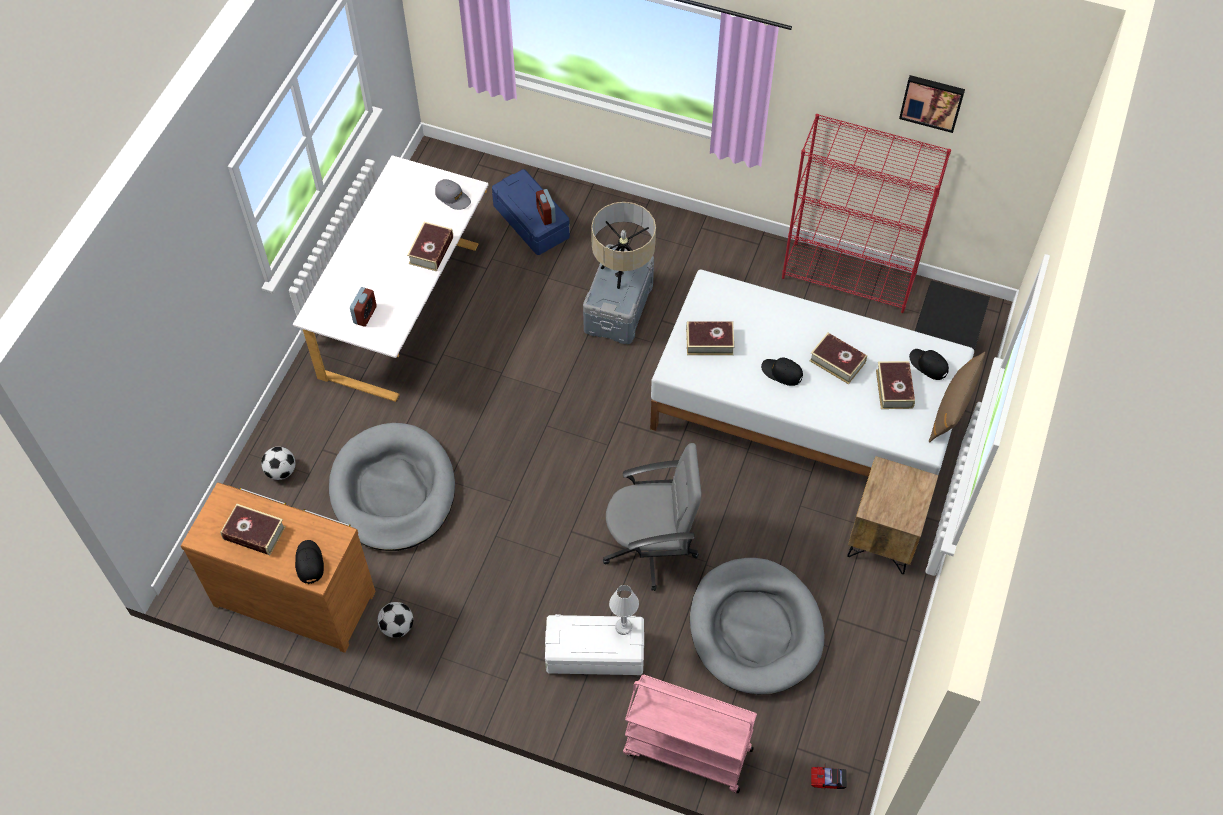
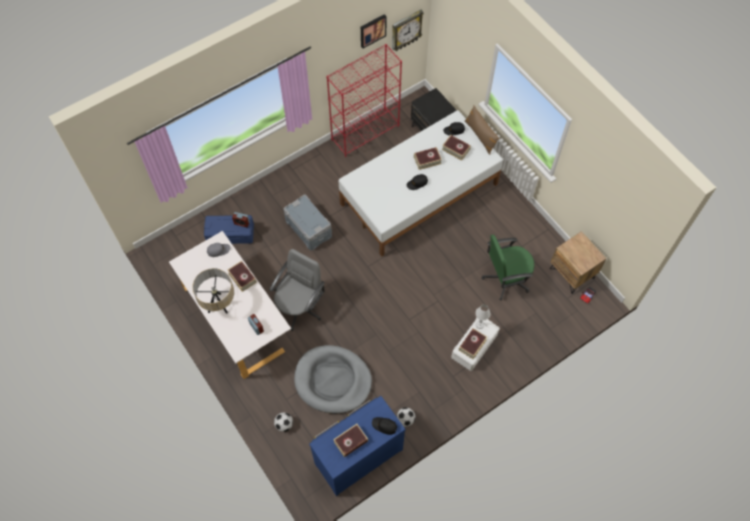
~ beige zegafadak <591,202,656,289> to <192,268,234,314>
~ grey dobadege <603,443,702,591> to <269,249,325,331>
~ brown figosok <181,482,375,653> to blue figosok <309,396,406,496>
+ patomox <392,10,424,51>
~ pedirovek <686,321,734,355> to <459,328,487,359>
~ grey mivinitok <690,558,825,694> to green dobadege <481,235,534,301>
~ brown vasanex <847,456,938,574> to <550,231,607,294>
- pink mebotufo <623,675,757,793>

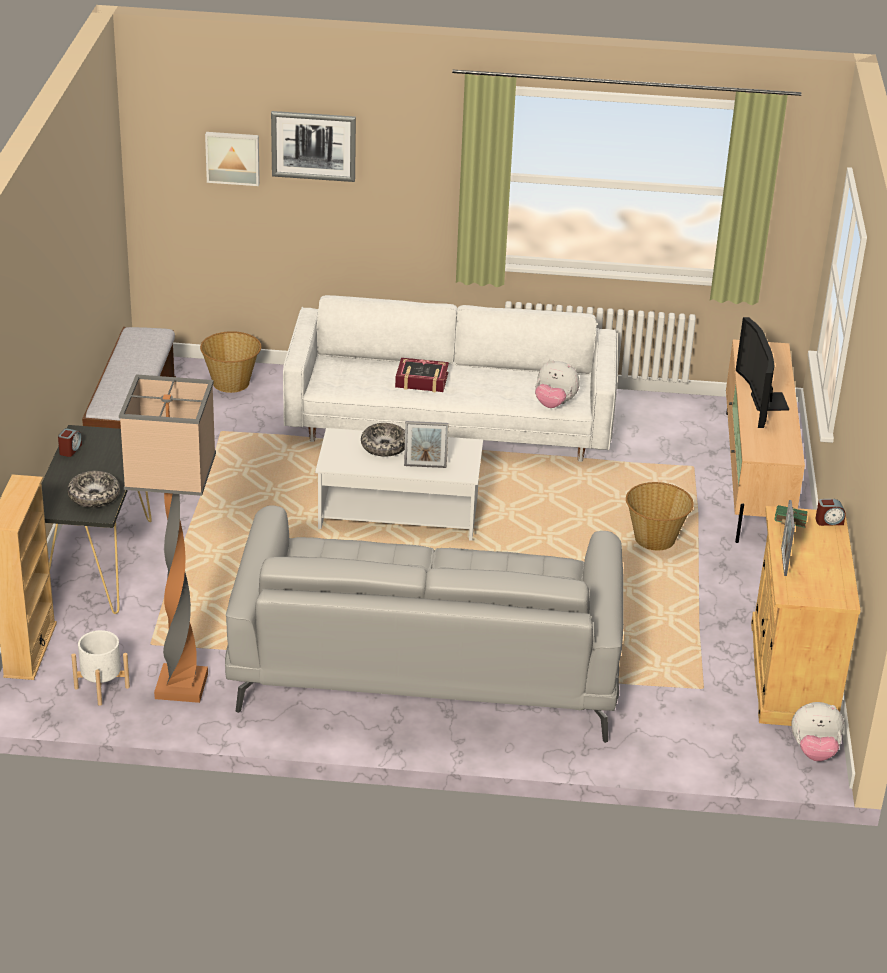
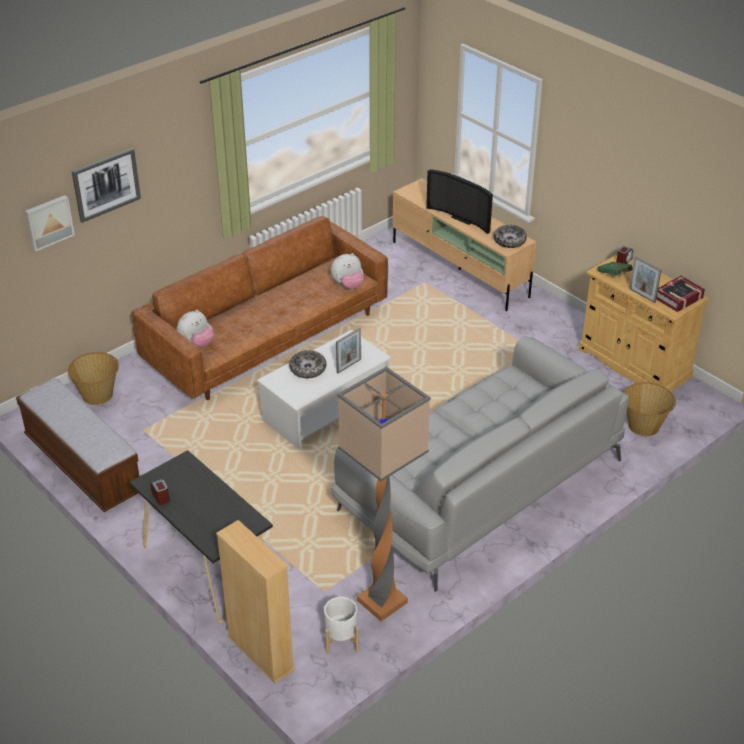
~ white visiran <283,295,617,462> to brown visiran <131,216,388,400>
~ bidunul <791,702,844,761> to <176,310,214,348>
~ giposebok <67,471,120,508> to <493,225,527,248>
~ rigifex <626,482,694,550> to <624,382,676,436>
~ pedirovek <395,358,449,392> to <656,276,705,312>

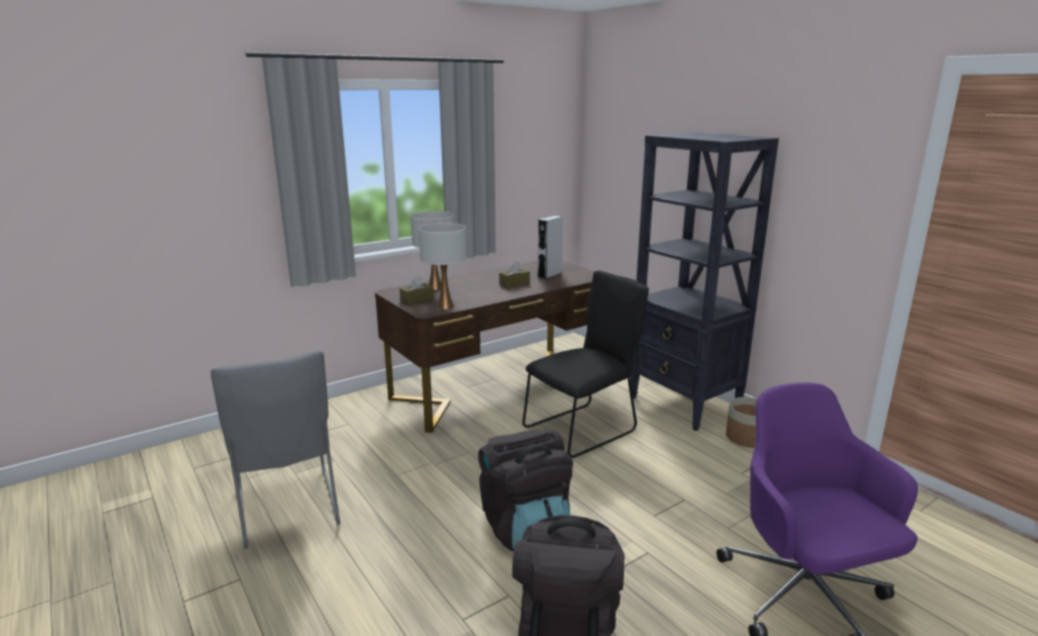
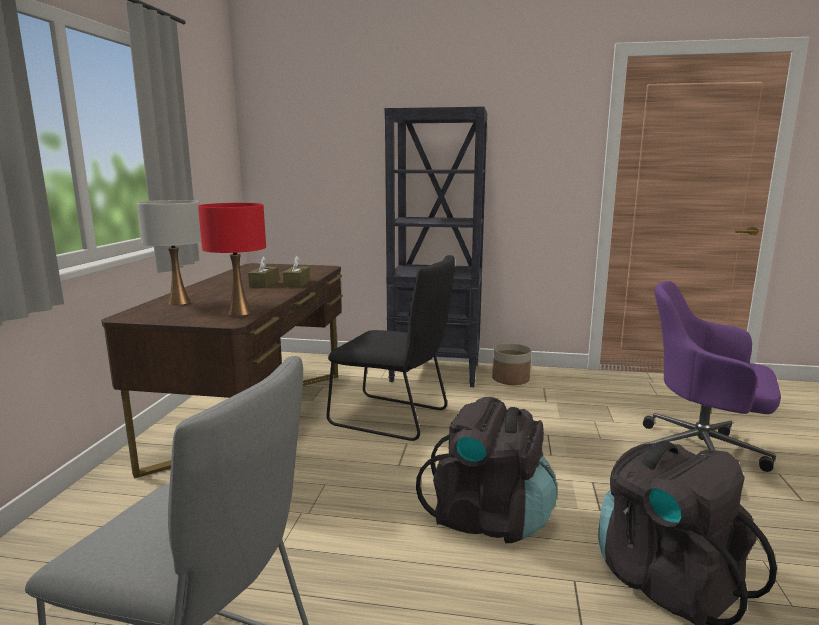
~ white zegafadak <419,223,467,309> to red zegafadak <198,203,266,316>
~ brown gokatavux <400,275,434,305> to <283,256,310,287>
~ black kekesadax <522,271,649,458> = <327,255,455,441> 105 degrees clockwise
- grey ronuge <538,216,563,279>

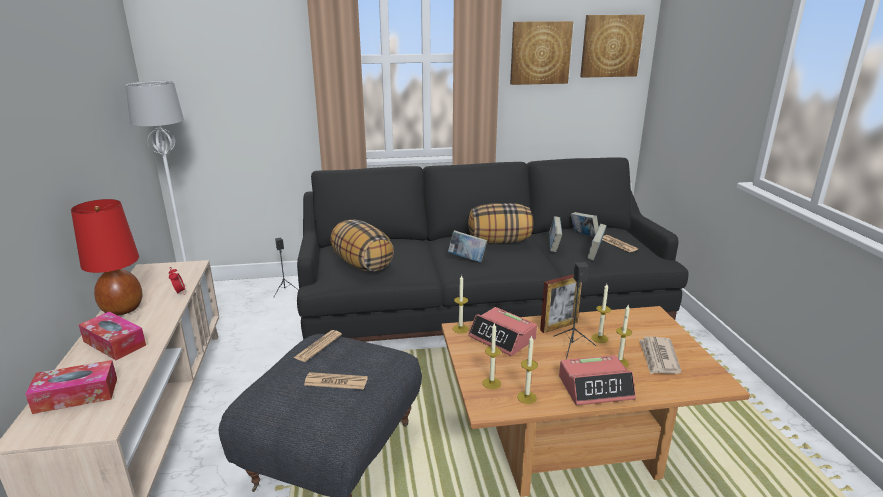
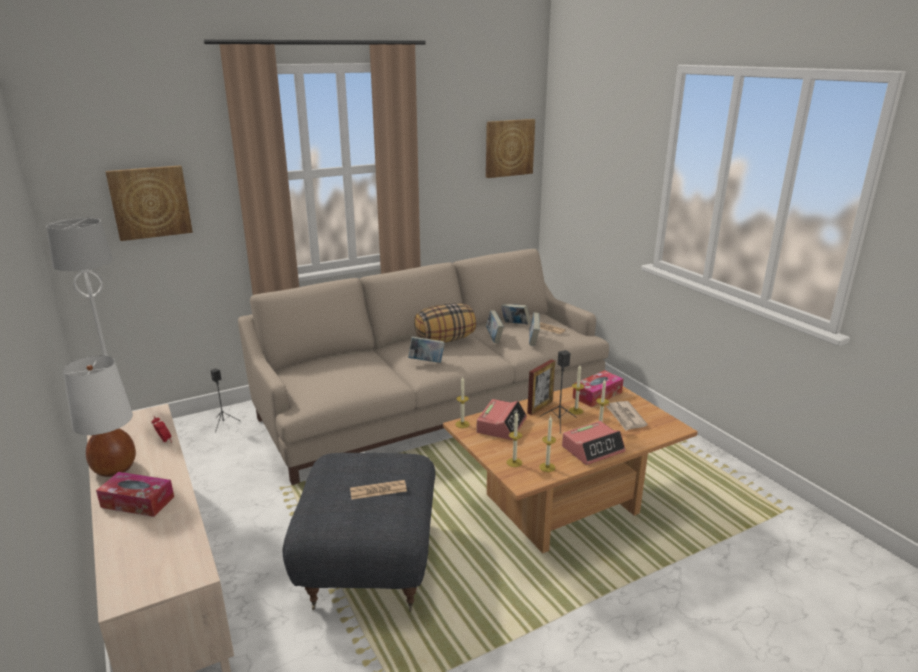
~ red zegafadak <71,199,142,315> to white zegafadak <63,355,136,477>
~ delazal <510,21,573,85> to <105,165,193,241>
~ black visiran <297,157,688,342> to beige visiran <238,249,609,485>
~ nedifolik <468,307,537,356> = <477,399,527,440> 90 degrees counterclockwise
~ gokatavux <25,360,117,414> to <573,370,623,407>
- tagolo <293,330,342,362>
- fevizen <330,220,394,271>

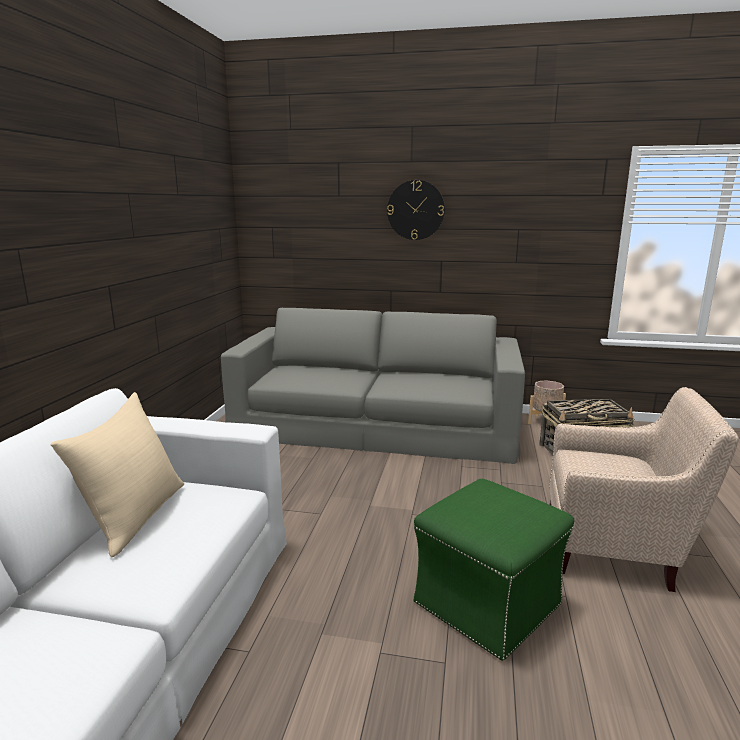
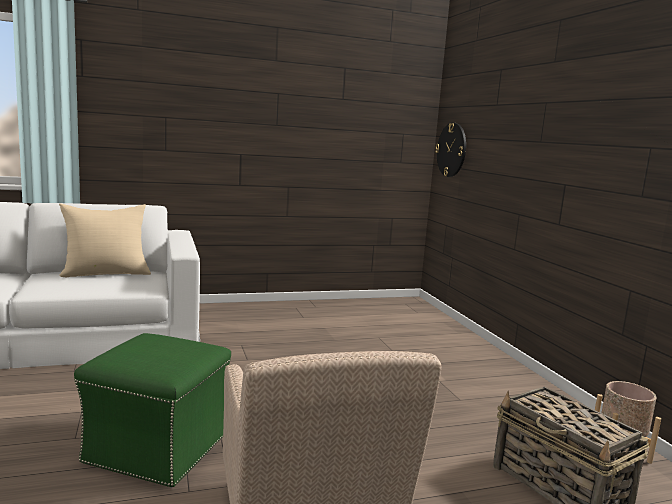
~ patomox <387,180,445,240> to <435,123,466,177>
- grey visiran <221,308,525,464>

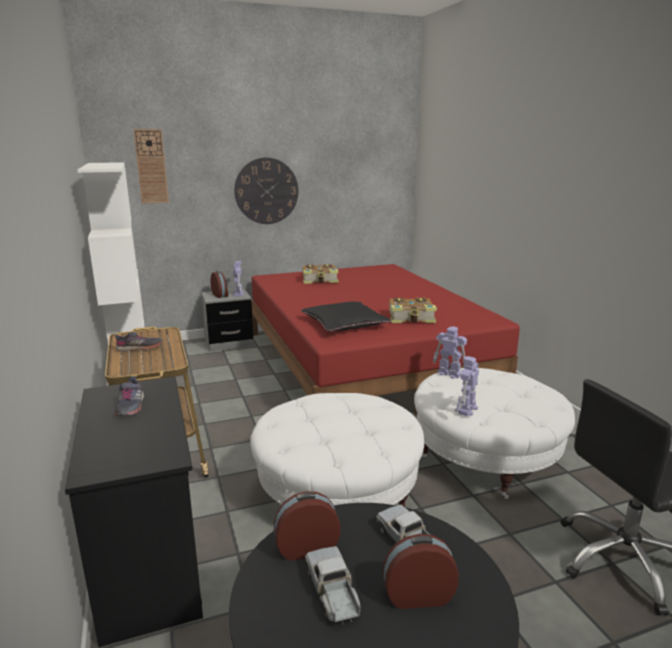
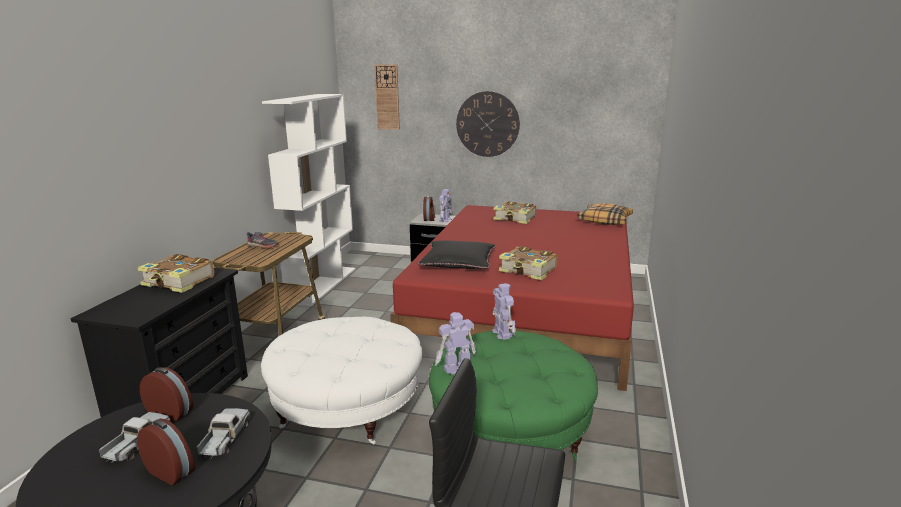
~ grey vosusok <115,376,144,416> to pedirovek <137,254,214,293>
~ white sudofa <414,368,575,499> to green sudofa <429,330,598,461>
+ fevizen <577,203,633,225>

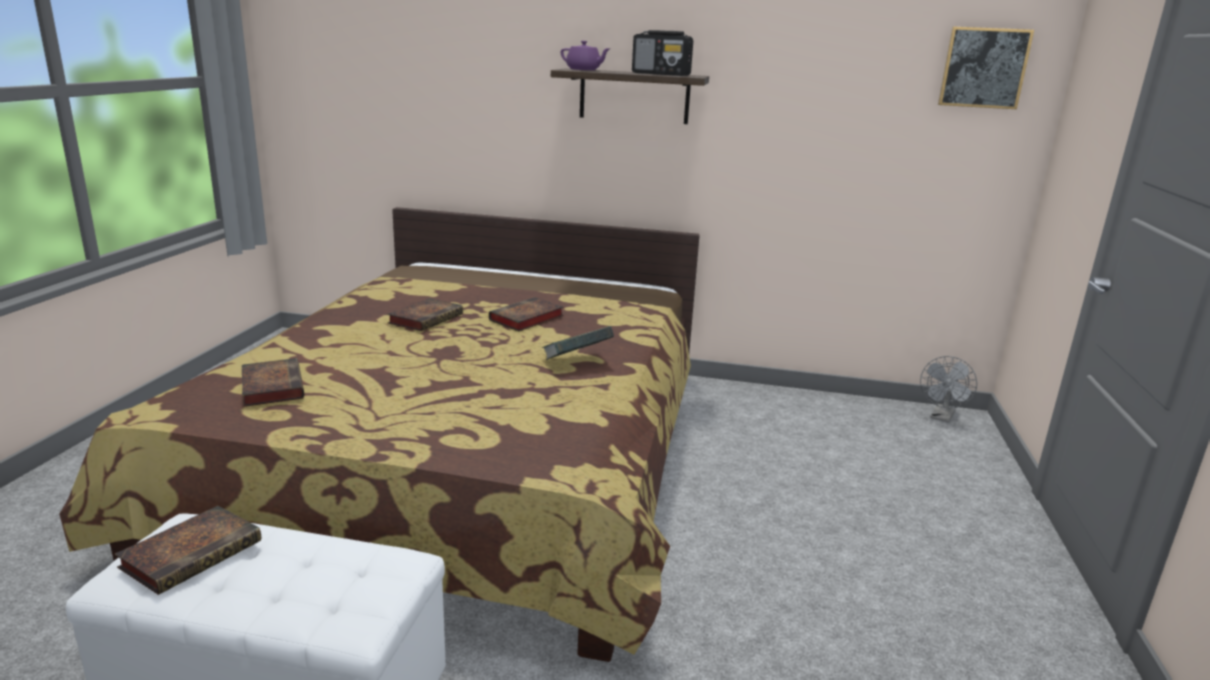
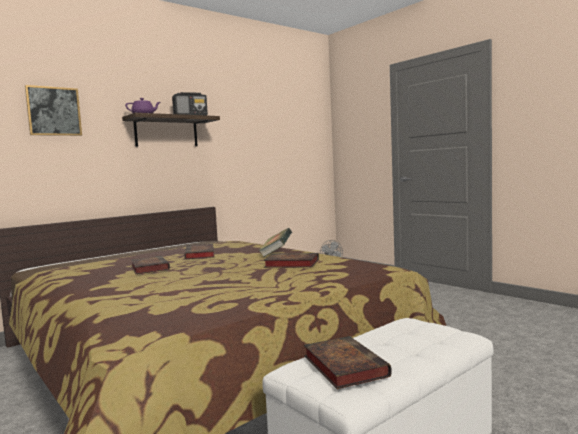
~ delazal <938,27,1034,109> to <25,85,82,136>
~ pedirovek <242,358,304,407> to <263,253,319,268>

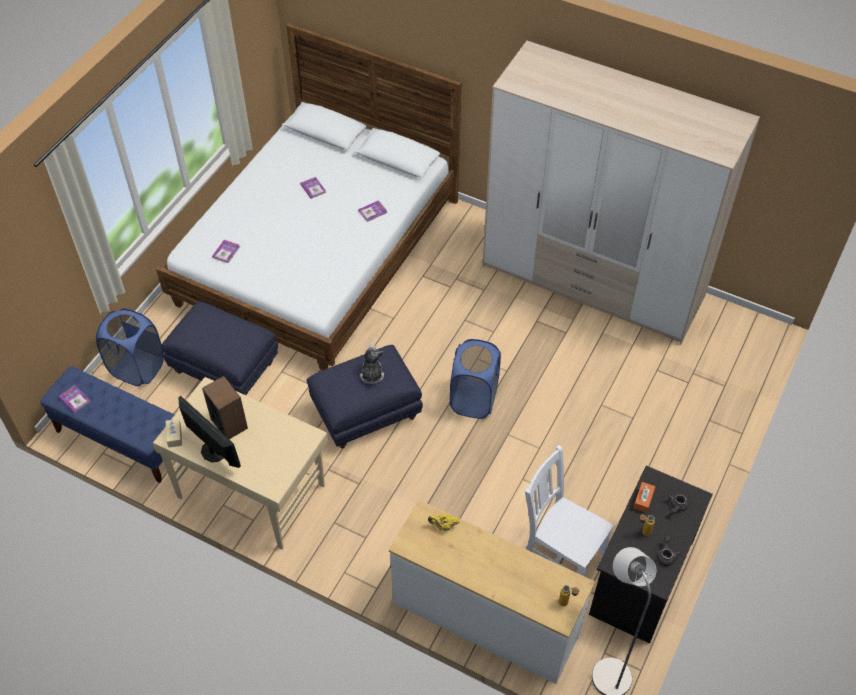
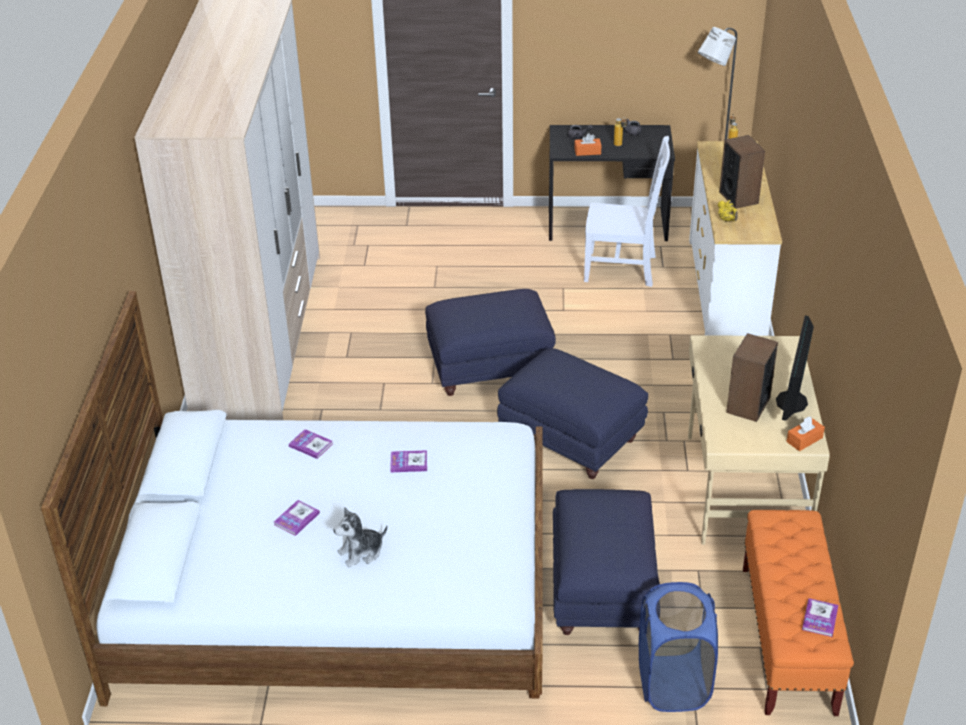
~ bidunul <360,345,384,385> to <333,507,388,567>
~ pedirovek <212,240,240,263> to <390,450,427,472>
~ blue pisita <450,339,501,419> to blue sudofa <425,289,556,396>
~ white kekesadax <525,445,613,576> = <584,136,670,287> 90 degrees counterclockwise
+ ronuge <719,135,765,209>
~ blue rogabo <40,366,175,483> to orange rogabo <743,510,854,716>
~ beige gokatavux <166,419,182,448> to orange gokatavux <787,417,825,451>

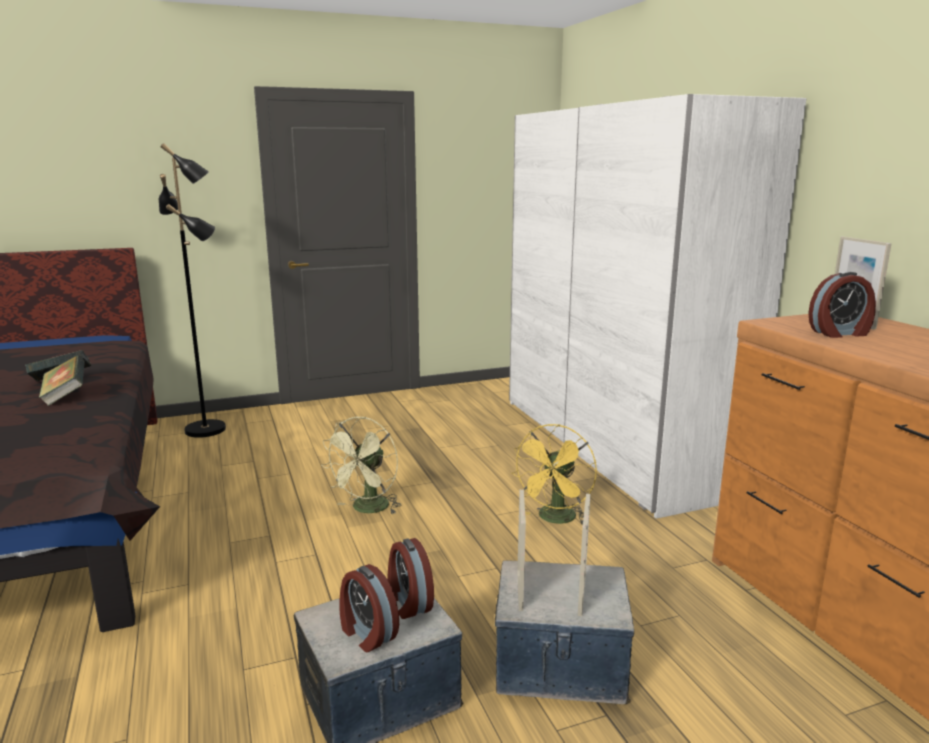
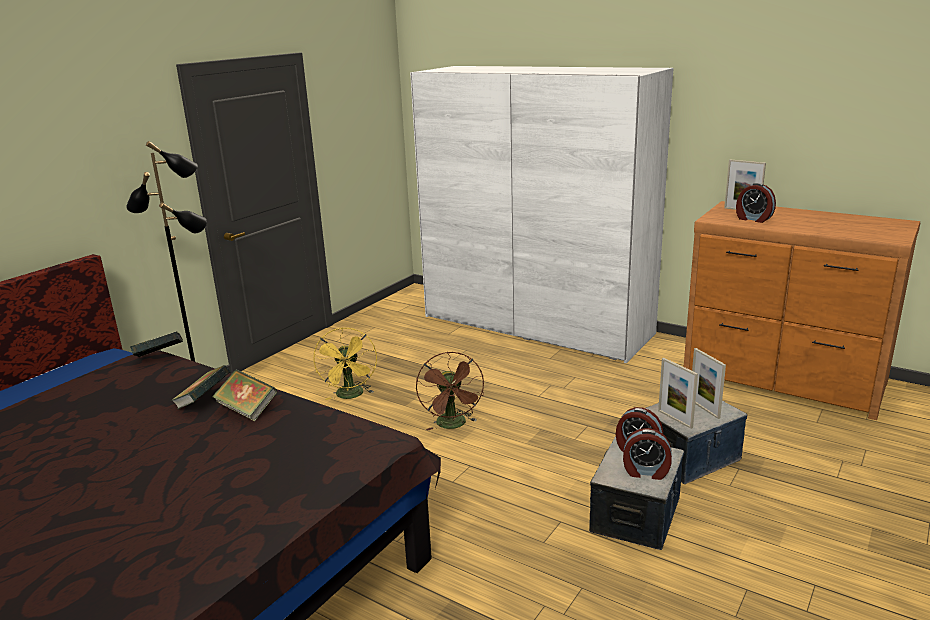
+ pedirovek <130,332,183,357>
~ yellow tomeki <512,424,597,524> to <313,327,377,400>
~ green tomeki <322,417,402,514> to brown tomeki <416,352,484,431>
~ nedifolik <808,271,876,338> = <736,183,776,223> 90 degrees clockwise

